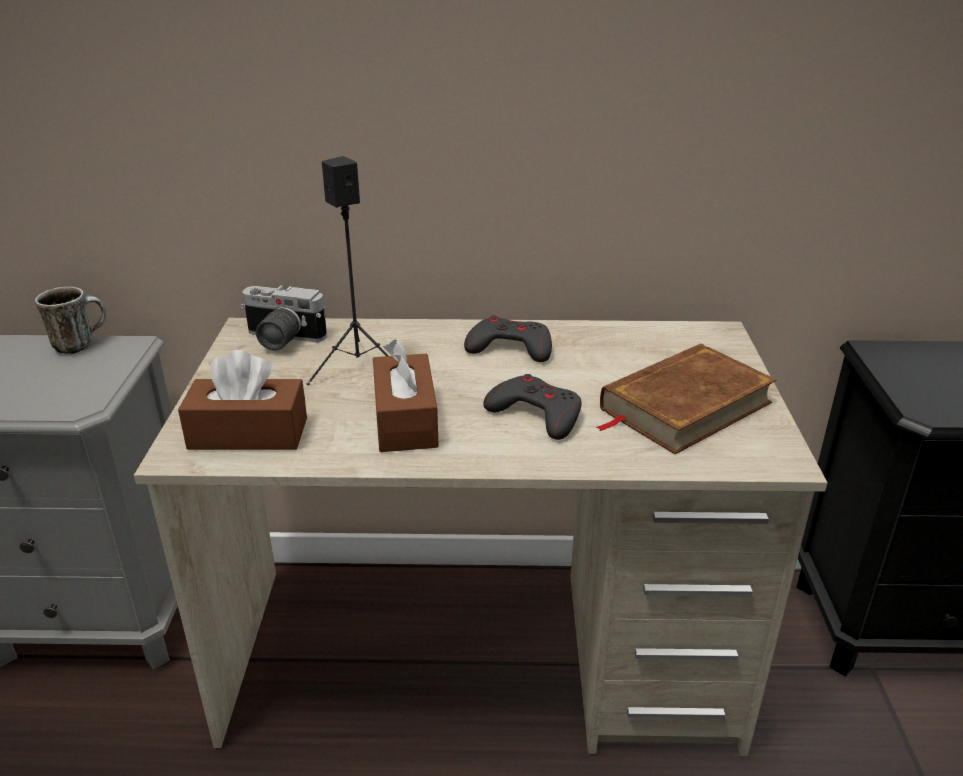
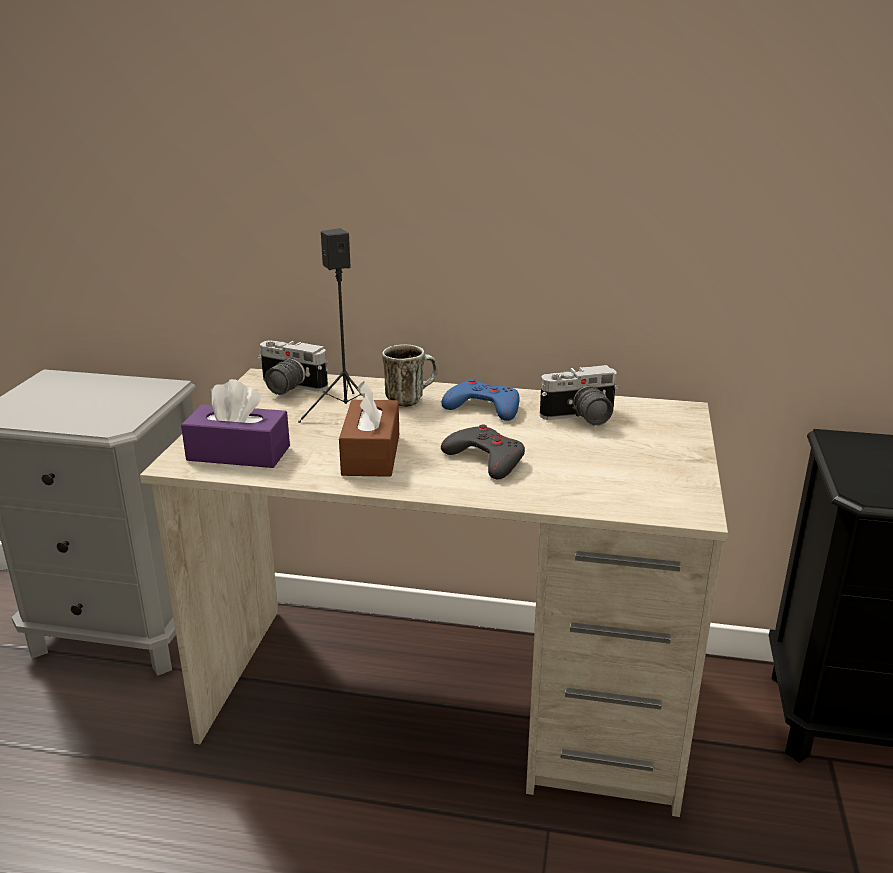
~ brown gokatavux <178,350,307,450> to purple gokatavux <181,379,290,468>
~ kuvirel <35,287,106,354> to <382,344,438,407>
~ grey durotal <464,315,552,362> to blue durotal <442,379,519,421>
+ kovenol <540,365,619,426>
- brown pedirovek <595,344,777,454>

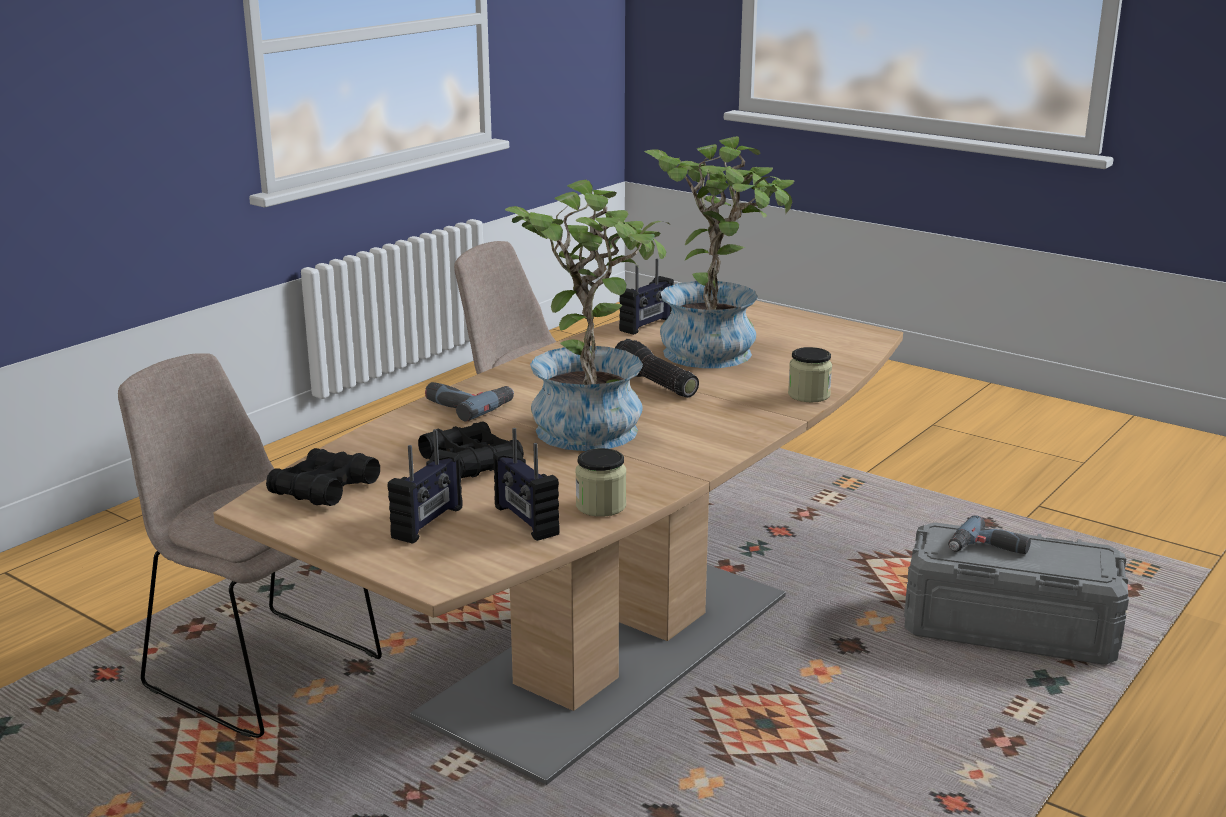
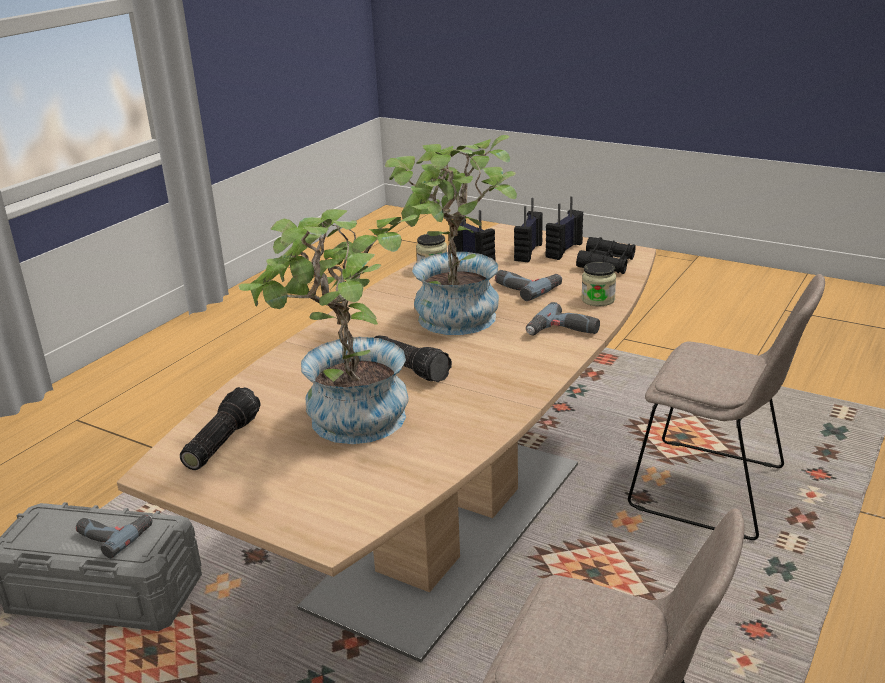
+ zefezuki <180,387,261,470>
~ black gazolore <418,422,524,478> to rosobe <495,270,562,301>
~ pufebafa <619,259,674,335> to <545,196,583,260>
~ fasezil <788,347,832,402> to <581,262,616,306>

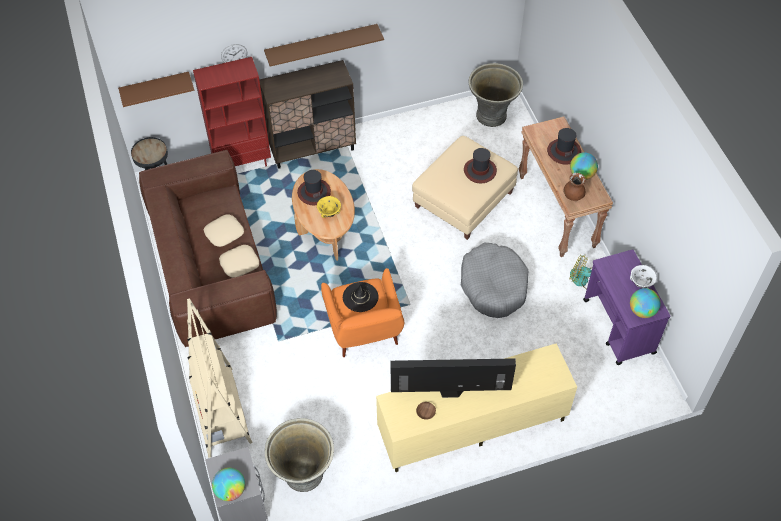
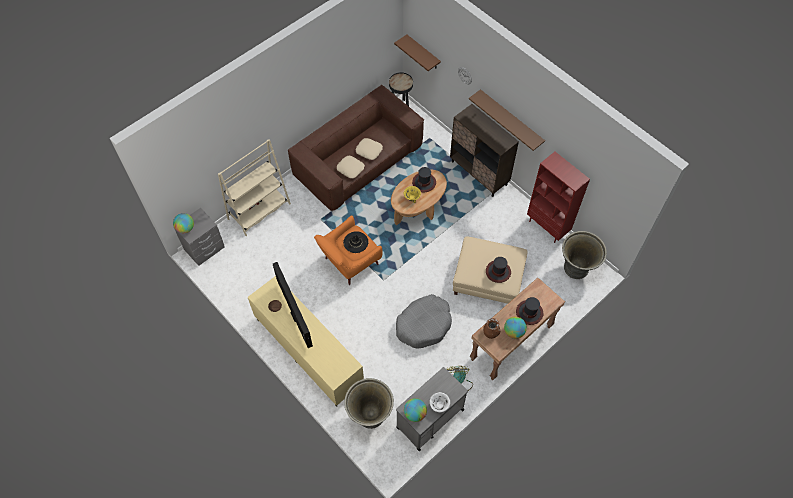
~ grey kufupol <265,418,334,492> to <344,378,394,429>
~ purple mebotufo <583,249,671,365> to grey mebotufo <396,367,468,451>
~ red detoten <193,57,271,167> to <527,152,590,243>

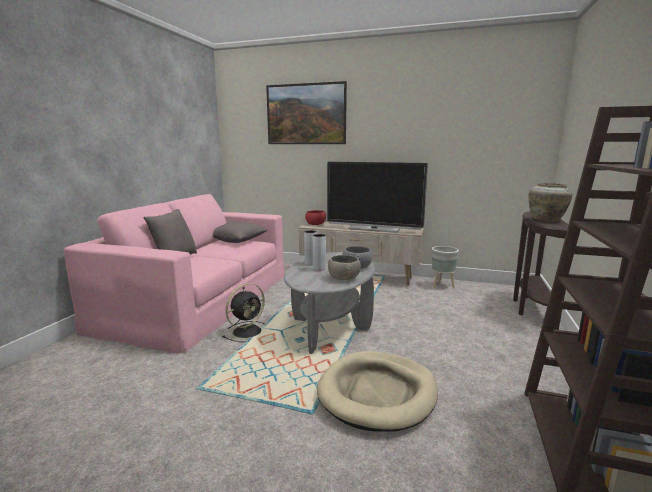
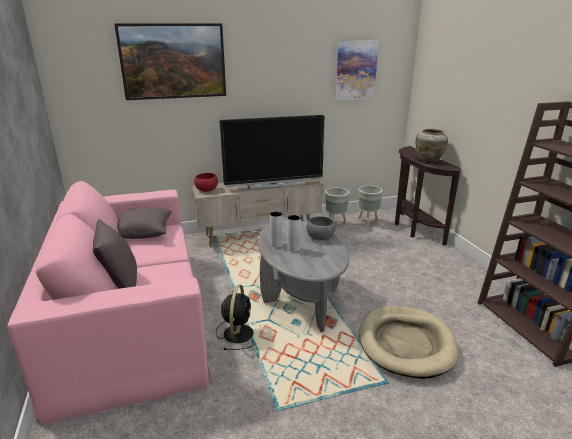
+ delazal <336,41,379,100>
+ grey kufupol <358,186,383,227>
- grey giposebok <328,255,361,280>

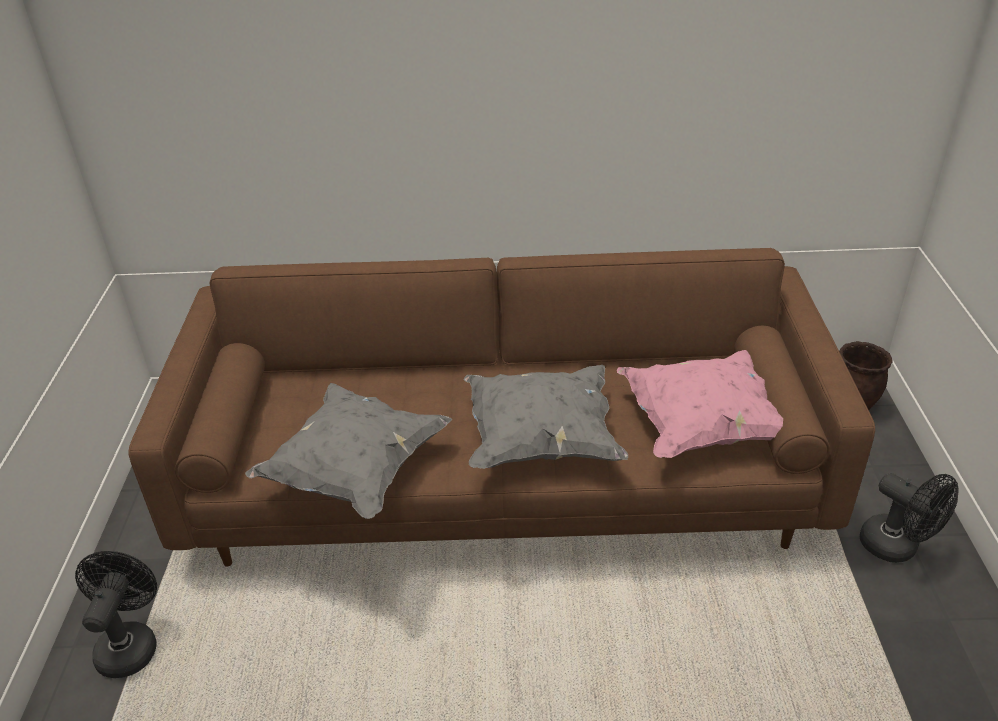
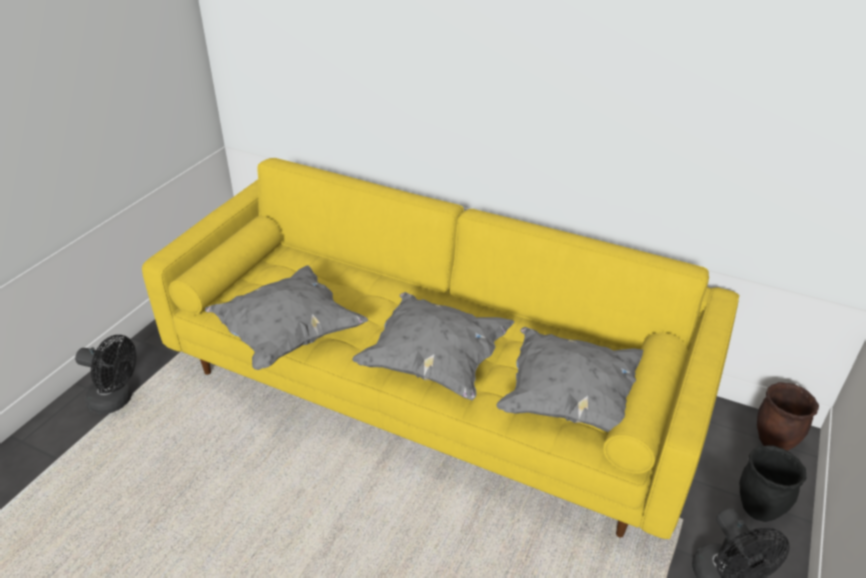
~ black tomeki <75,551,157,678> = <75,335,136,414> 75 degrees clockwise
~ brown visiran <128,248,875,567> to yellow visiran <142,158,739,539>
~ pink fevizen <617,350,783,458> to grey fevizen <496,327,643,432>
+ black kufupol <739,445,806,522>

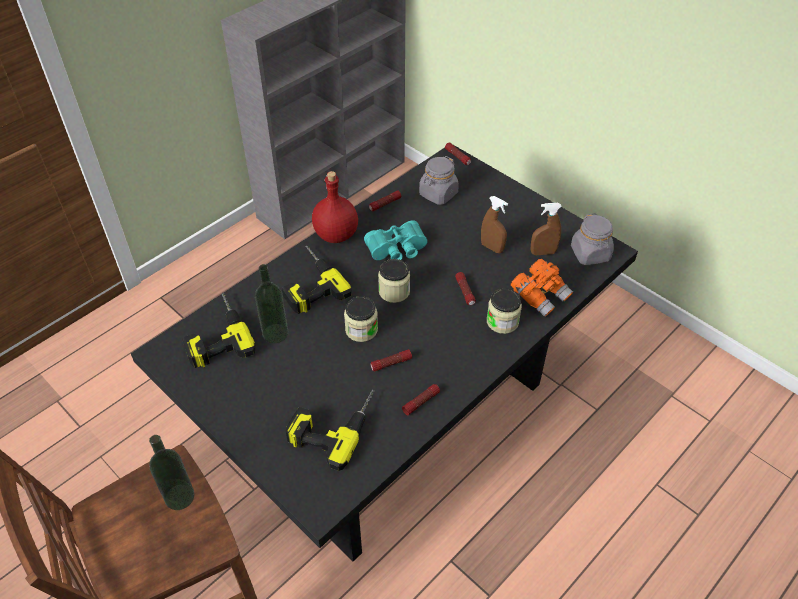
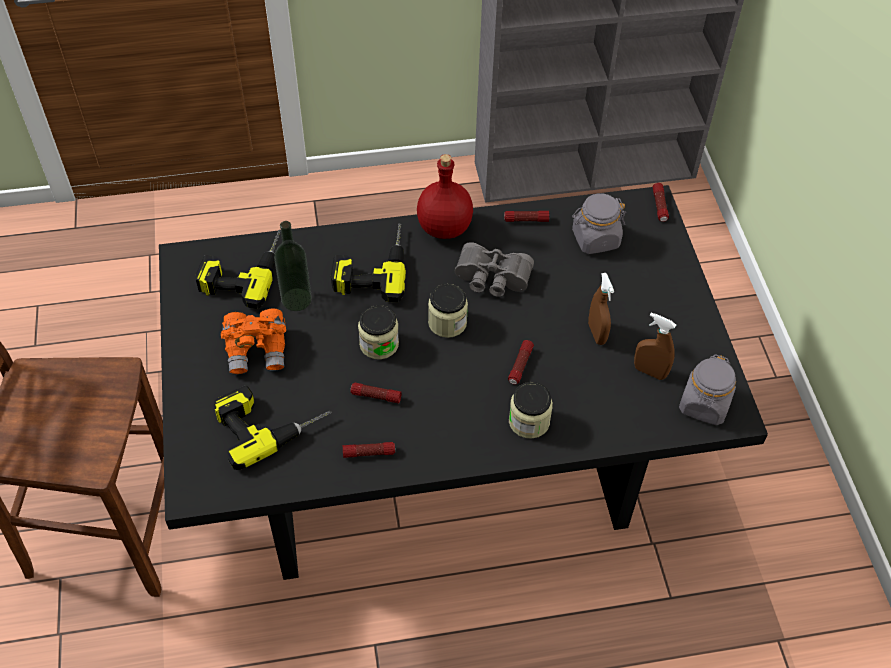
~ orange gazolore <511,259,573,317> to <221,308,286,374>
~ turquoise gazolore <364,220,427,260> to grey gazolore <455,242,534,297>
- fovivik <149,435,195,510>

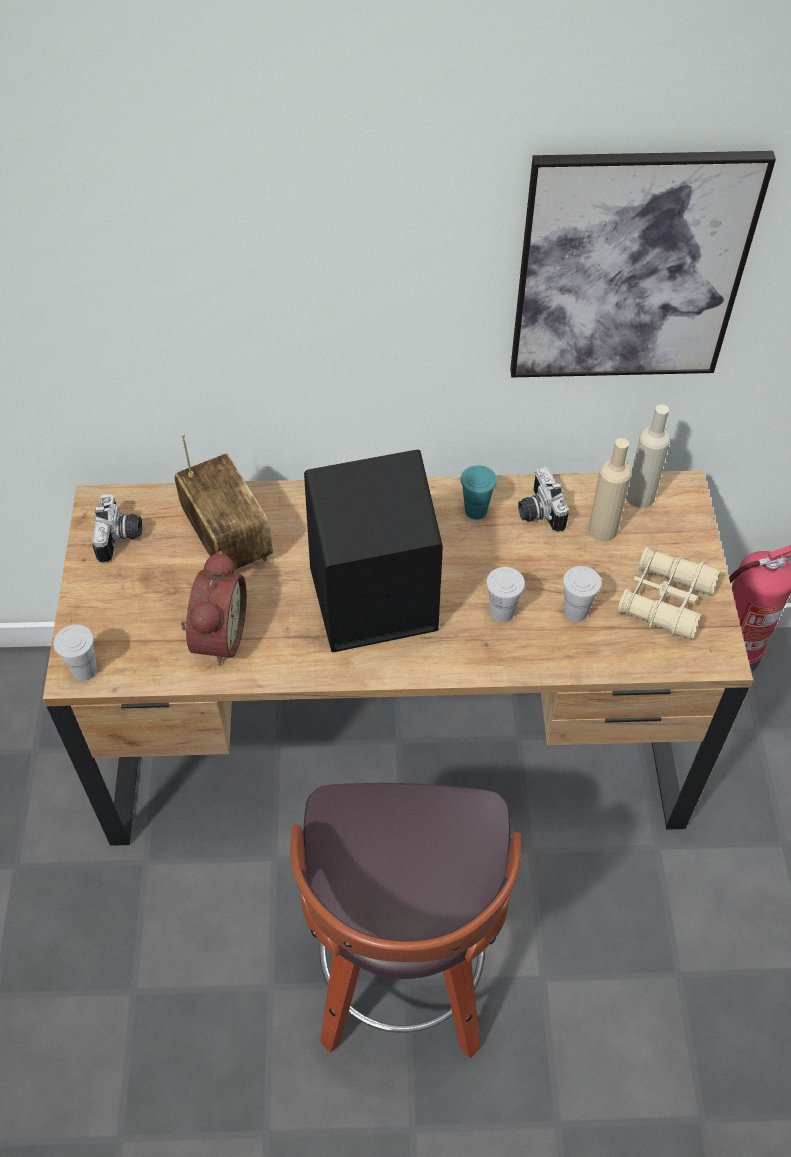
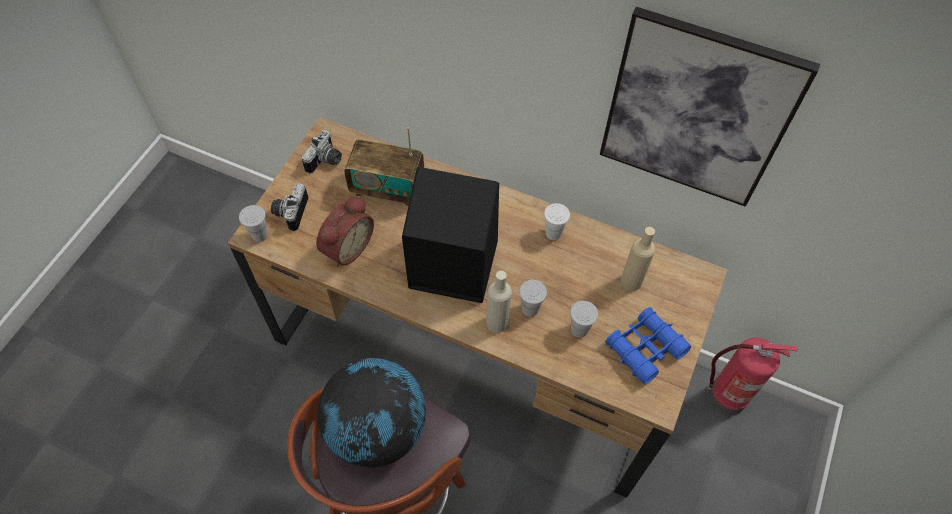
~ kovenol <518,466,569,533> to <271,183,309,231>
+ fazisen <317,358,426,468>
~ pufebafa <175,433,273,569> = <344,127,424,206> 105 degrees clockwise
~ beige fovivik <626,404,670,508> to <486,271,512,333>
~ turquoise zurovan <460,465,497,520> to white zurovan <544,203,570,240>
~ beige gazolore <617,547,720,640> to blue gazolore <605,307,691,384>

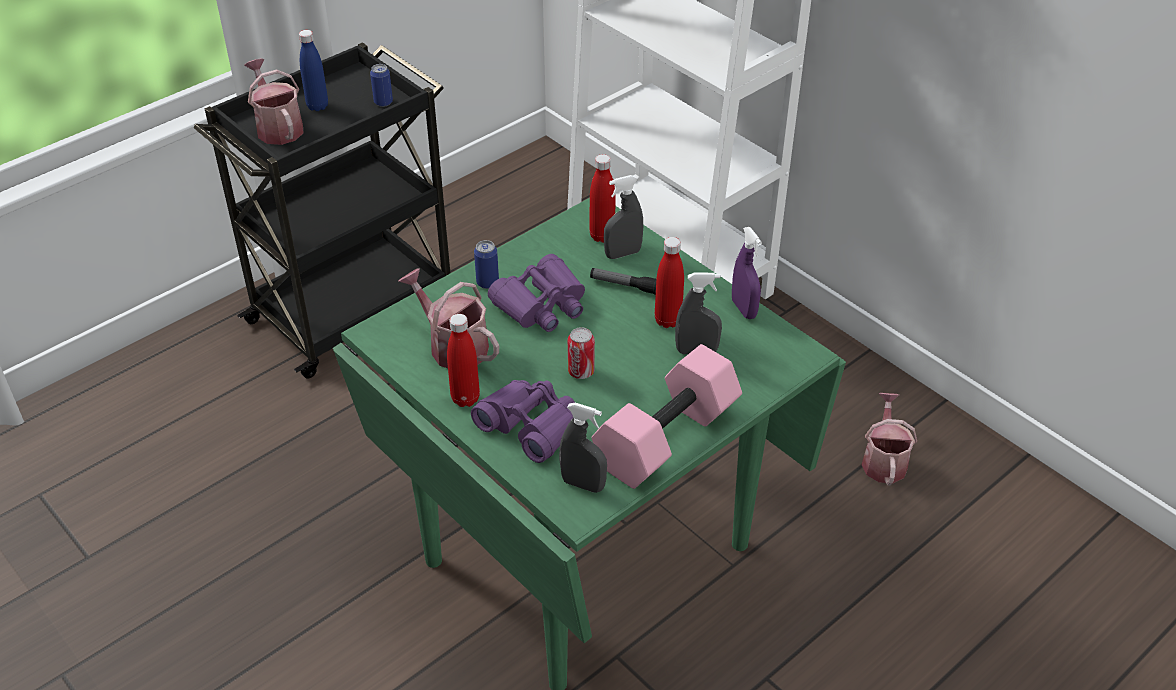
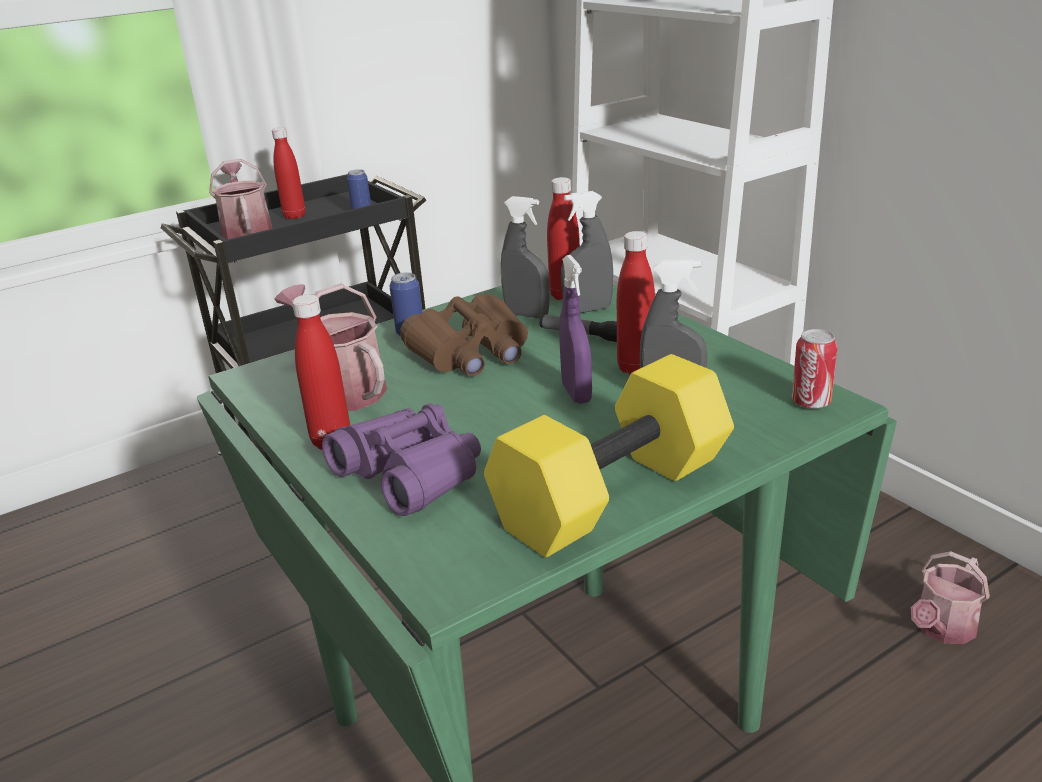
~ blue fovivik <299,30,328,111> to red fovivik <272,127,306,219>
~ purple gazolore <488,254,585,332> to brown gazolore <400,294,528,376>
~ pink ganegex <592,344,742,489> to yellow ganegex <484,354,734,558>
~ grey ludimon <559,403,607,493> to <501,196,550,318>
~ purple ludimon <732,227,762,319> to <559,255,592,404>
~ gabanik <568,327,595,379> to <792,329,838,409>
~ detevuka <861,393,917,486> = <911,551,990,644> 150 degrees counterclockwise

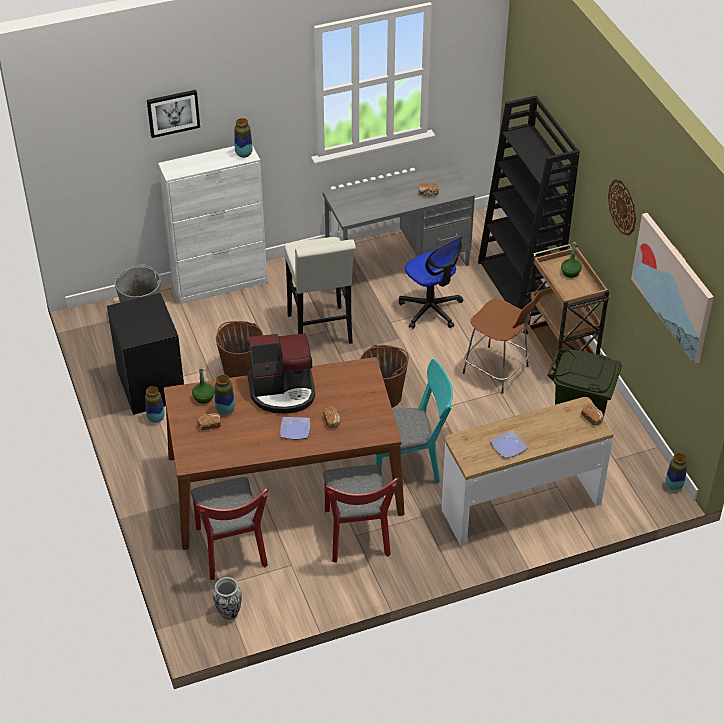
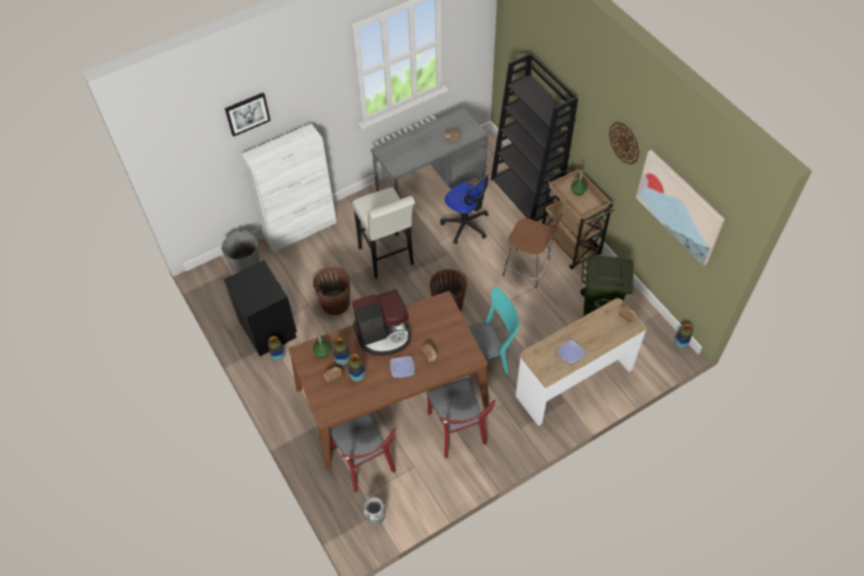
~ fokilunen <234,118,253,158> to <348,354,365,382>

